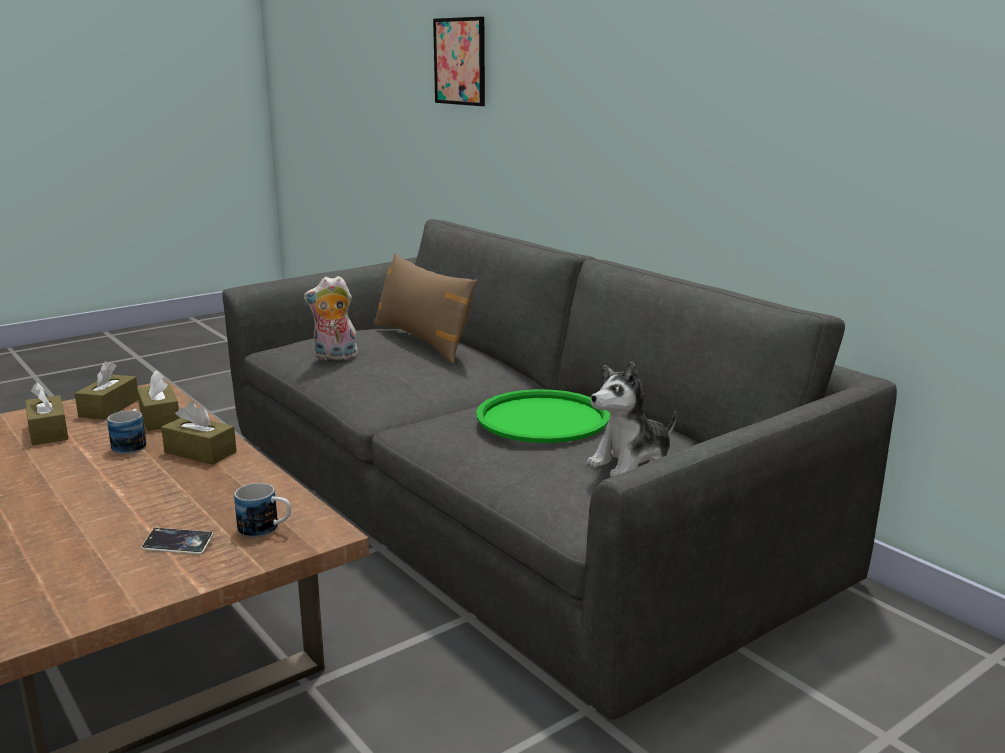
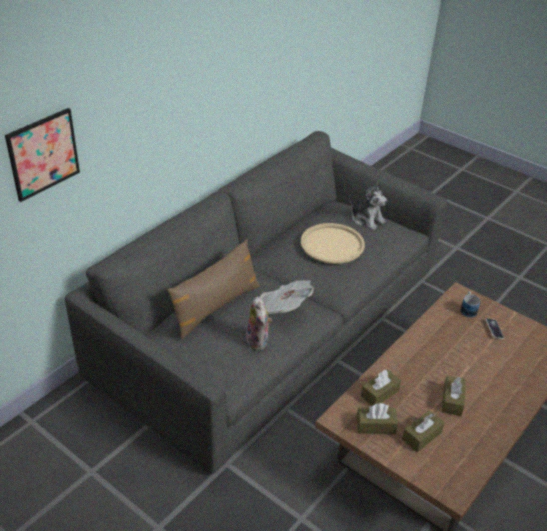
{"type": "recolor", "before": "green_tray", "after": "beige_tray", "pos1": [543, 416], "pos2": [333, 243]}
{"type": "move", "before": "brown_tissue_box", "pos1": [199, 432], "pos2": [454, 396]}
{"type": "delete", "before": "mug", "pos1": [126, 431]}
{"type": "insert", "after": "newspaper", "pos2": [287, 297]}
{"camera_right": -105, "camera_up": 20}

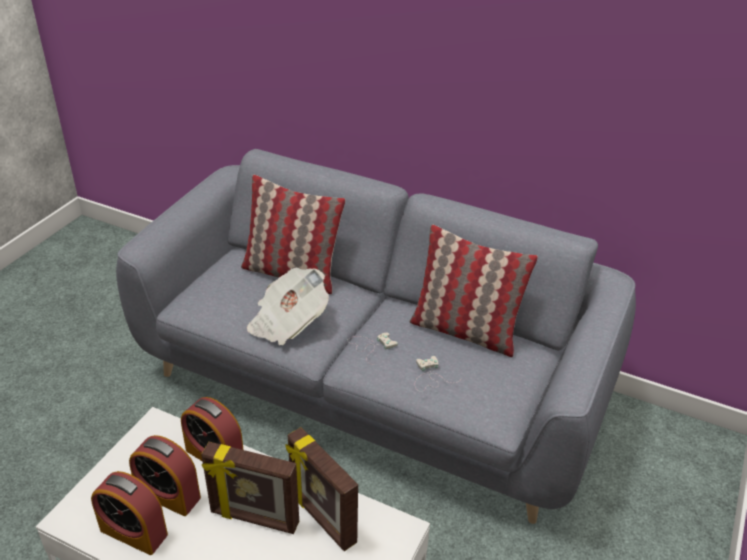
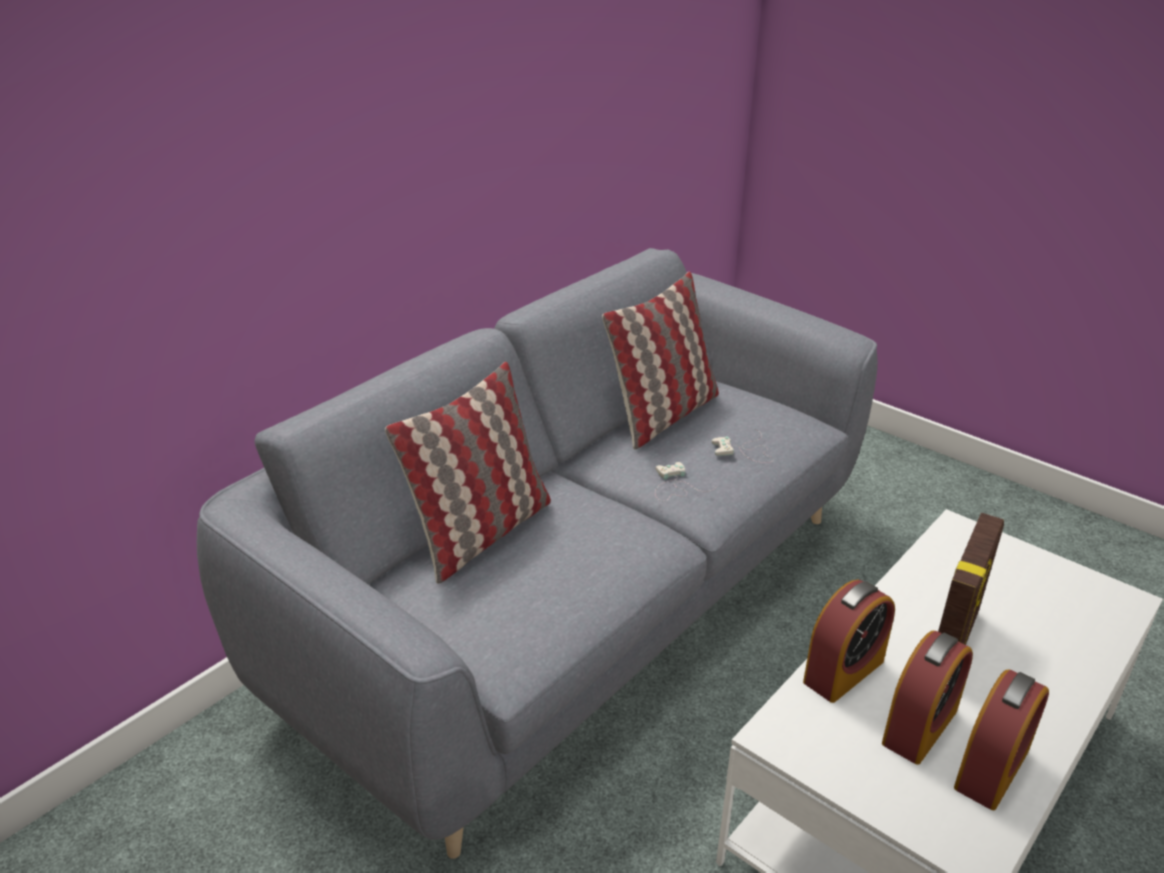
{"type": "delete", "before": "newspaper", "pos1": [288, 306]}
{"type": "delete", "before": "picture_frame", "pos1": [321, 489]}
{"camera_right": -75, "camera_up": -5}

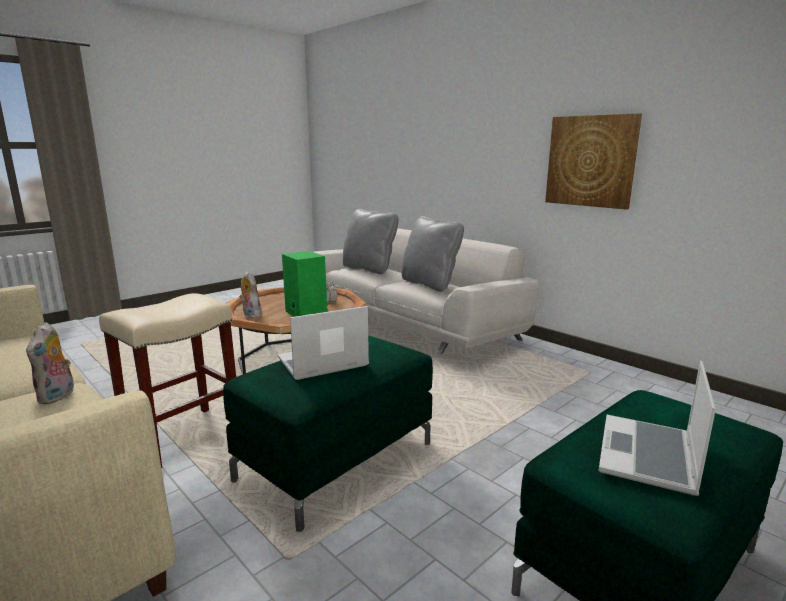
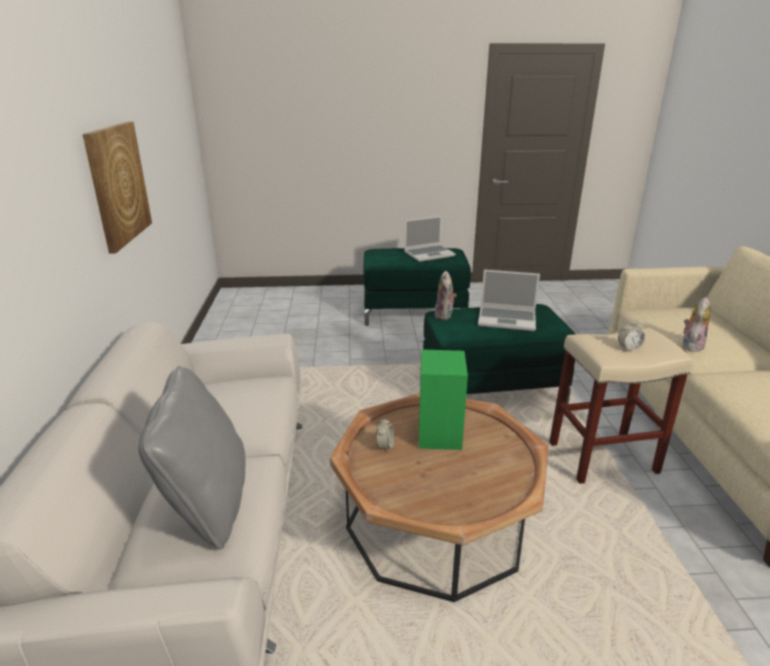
{"type": "delete", "before": "grey_pillow", "pos1": [433, 254]}
{"type": "move", "before": "plush_toy", "pos1": [250, 294], "pos2": [445, 295]}
{"type": "insert", "after": "alarm_clock", "pos2": [631, 335]}
{"camera_right": -140, "camera_up": 10}

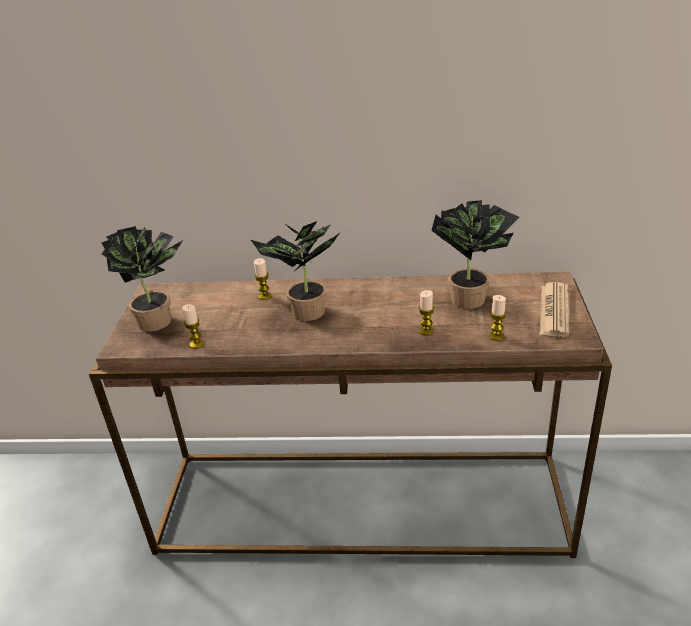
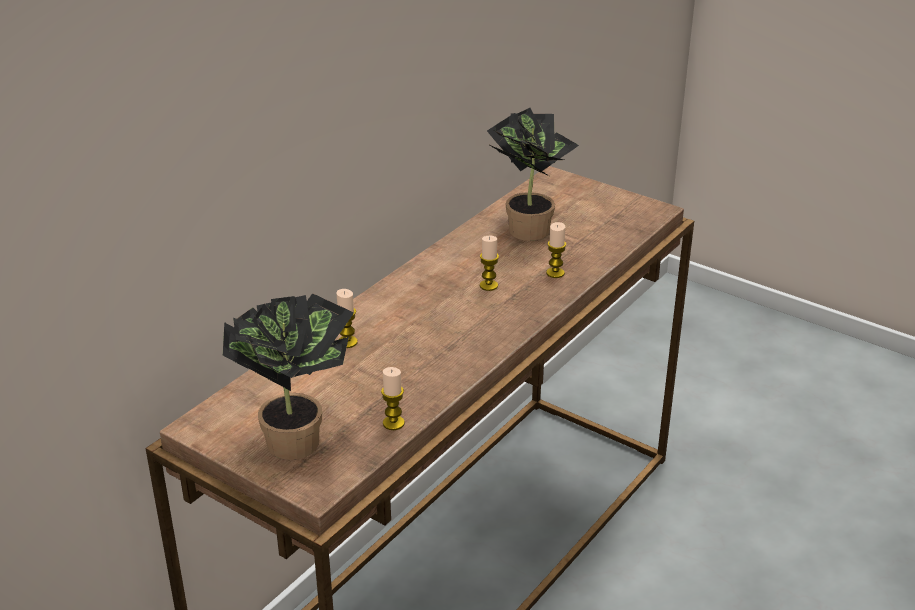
{"type": "delete", "before": "potted_plant", "pos1": [296, 271]}
{"type": "delete", "before": "newspaper", "pos1": [554, 309]}
{"type": "move", "before": "candle", "pos1": [498, 318], "pos2": [489, 263]}
{"camera_right": -60, "camera_up": 0}

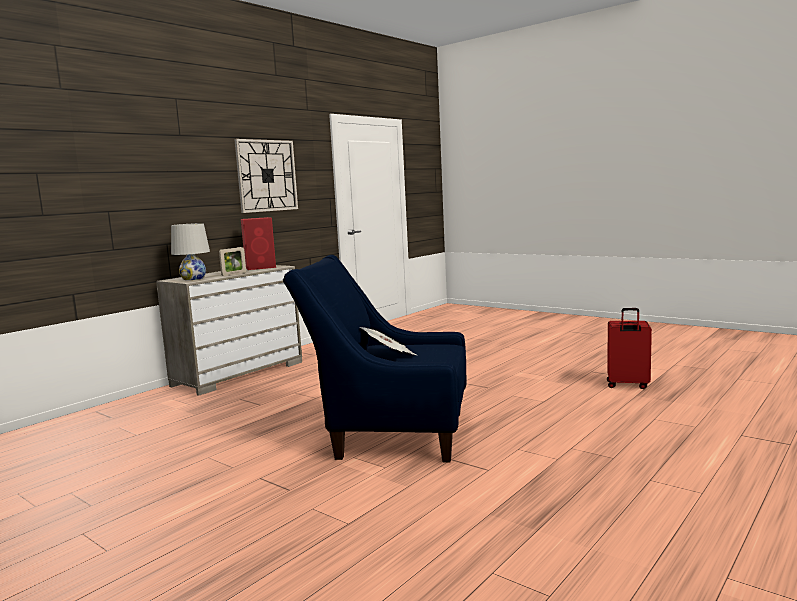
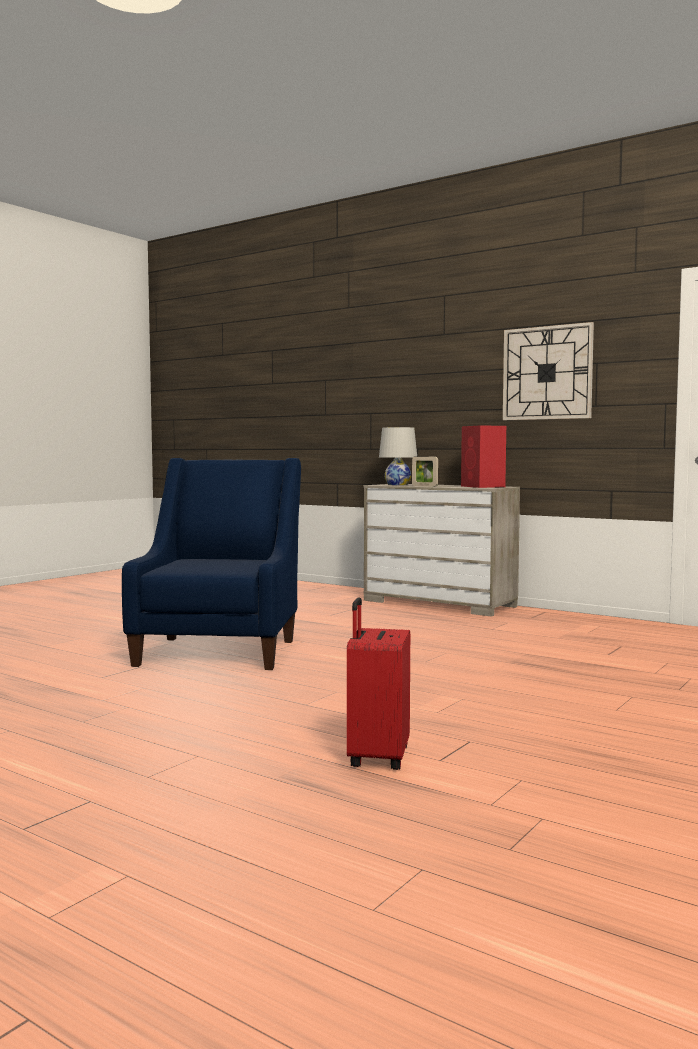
{"type": "delete", "before": "newspaper", "pos1": [387, 341]}
{"camera_right": 85, "camera_up": -5}

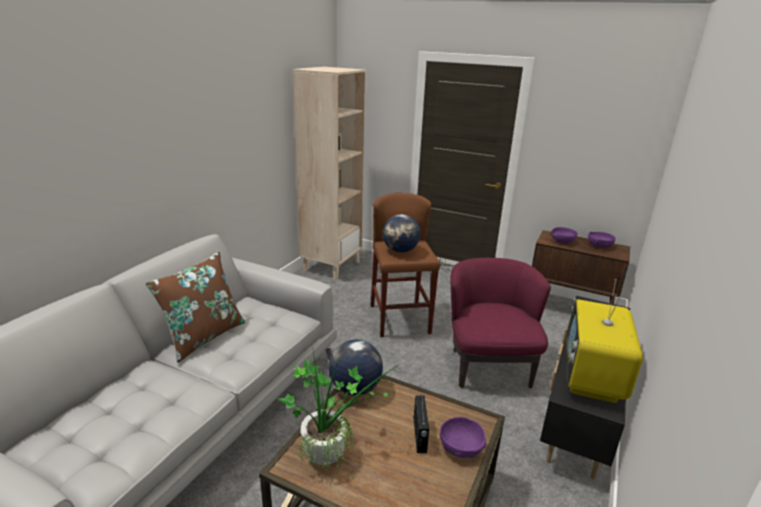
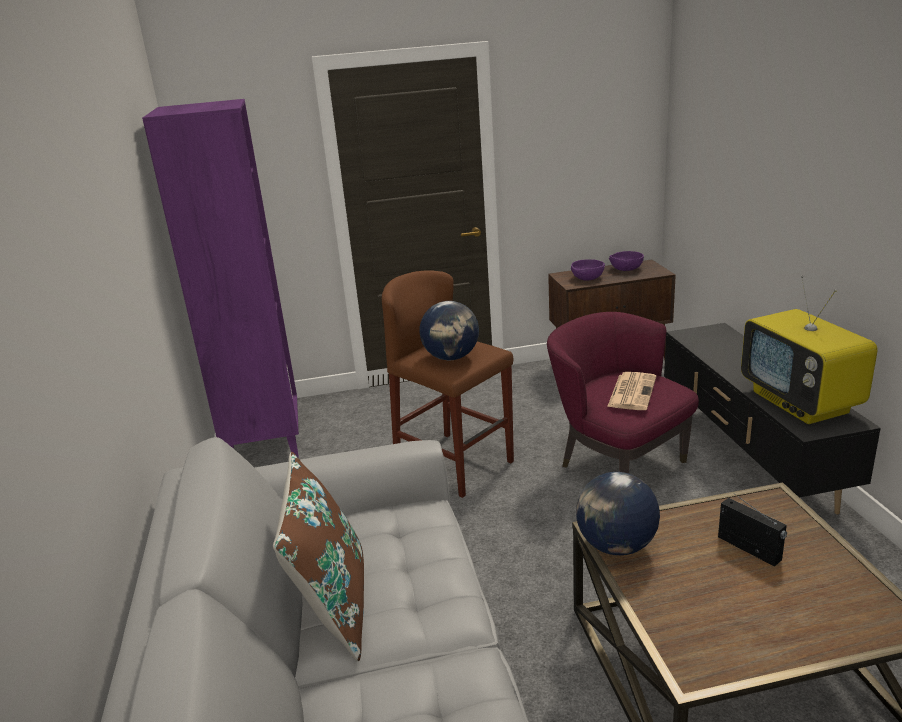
{"type": "recolor", "before": "beige_bookcase", "after": "purple_bookcase", "pos1": [329, 173], "pos2": [220, 278]}
{"type": "delete", "before": "potted_plant", "pos1": [339, 412]}
{"type": "delete", "before": "purple_bowl", "pos1": [463, 437]}
{"type": "insert", "after": "newspaper", "pos2": [631, 391]}
{"camera_right": -35, "camera_up": 0}

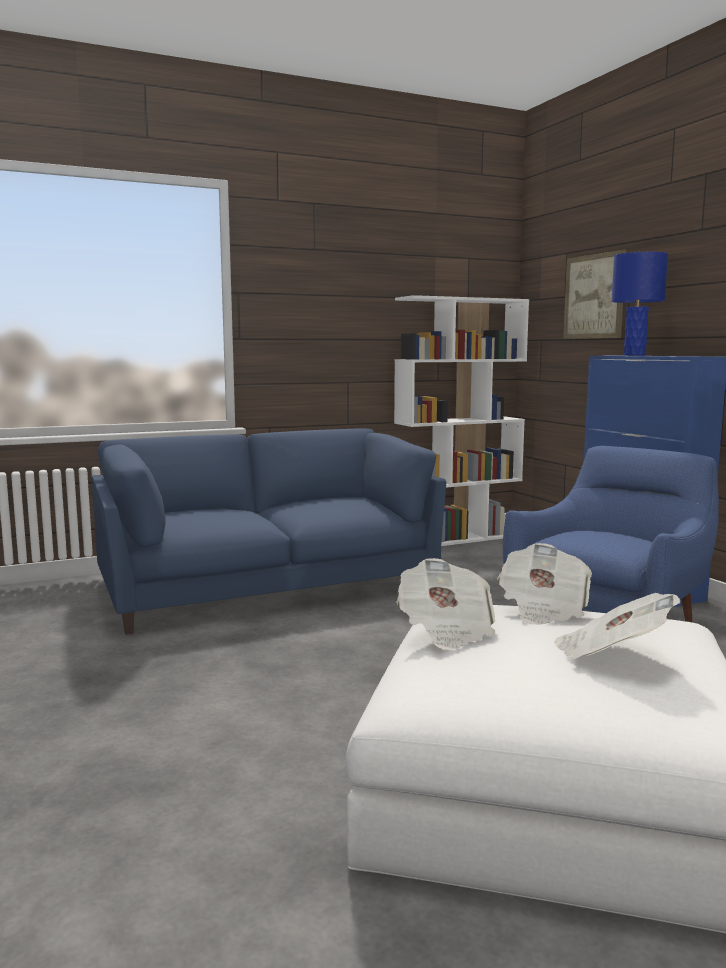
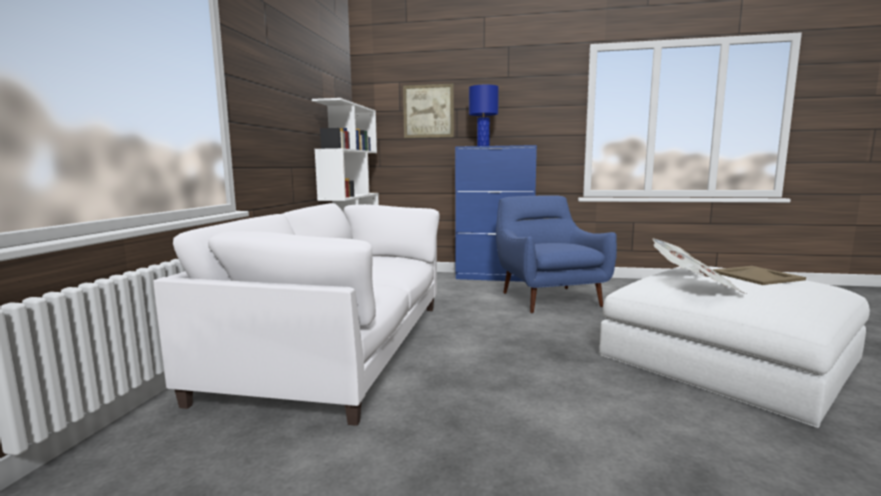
{"type": "recolor", "before": "blue_sofa", "after": "white_sofa", "pos1": [269, 531], "pos2": [296, 314]}
{"type": "replace", "before": "newspaper", "after": "beige_tray", "pos1": [617, 626], "pos2": [759, 275]}
{"camera_right": -55, "camera_up": 0}

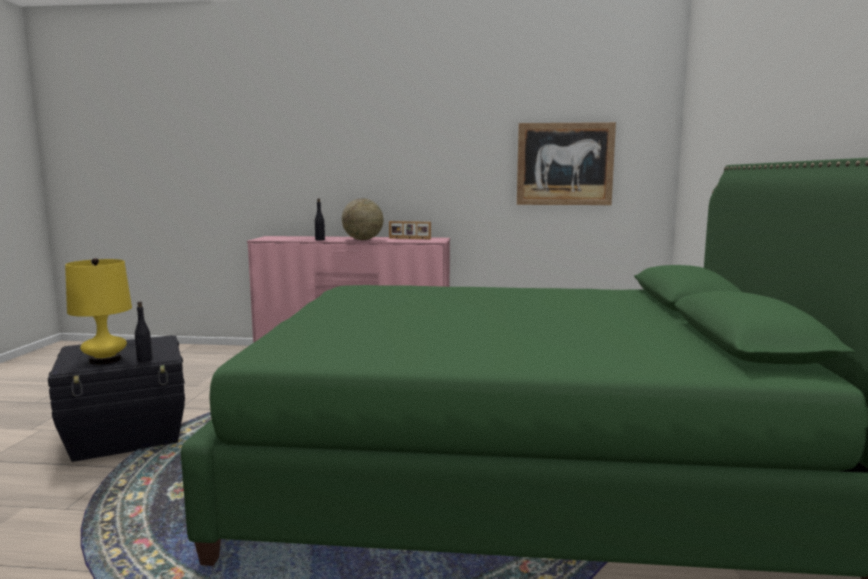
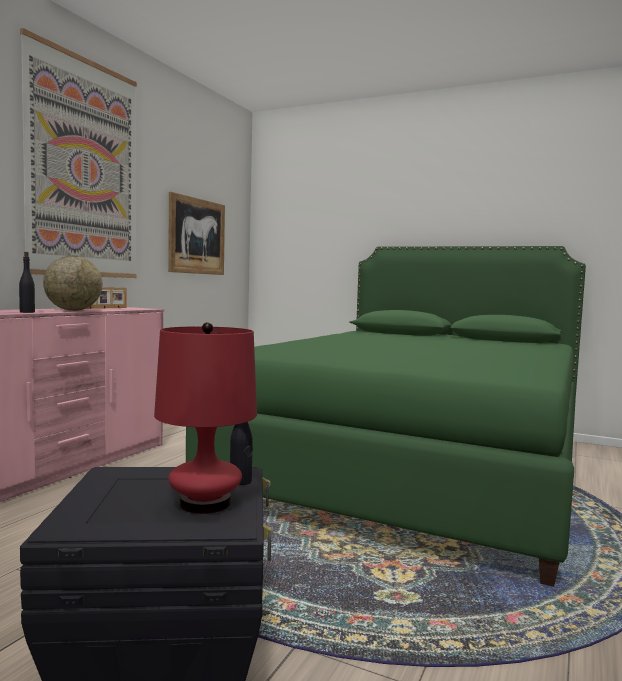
{"type": "recolor", "before": "yellow_table_lamp", "after": "red_table_lamp", "pos1": [98, 311], "pos2": [205, 418]}
{"type": "insert", "after": "picture", "pos2": [78, 153]}
{"camera_right": -70, "camera_up": -5}

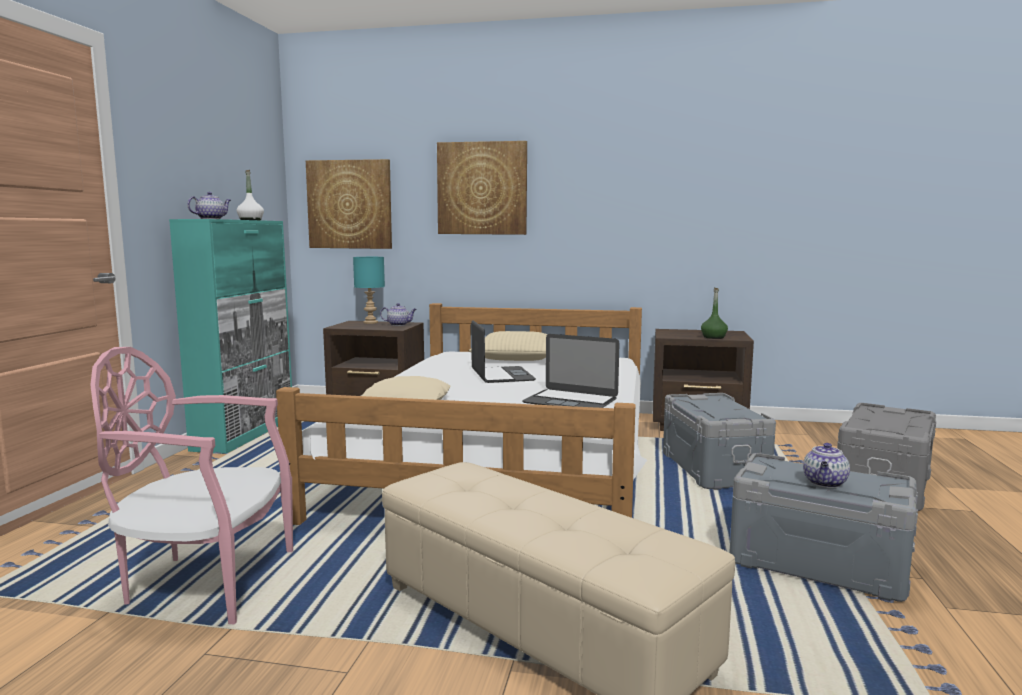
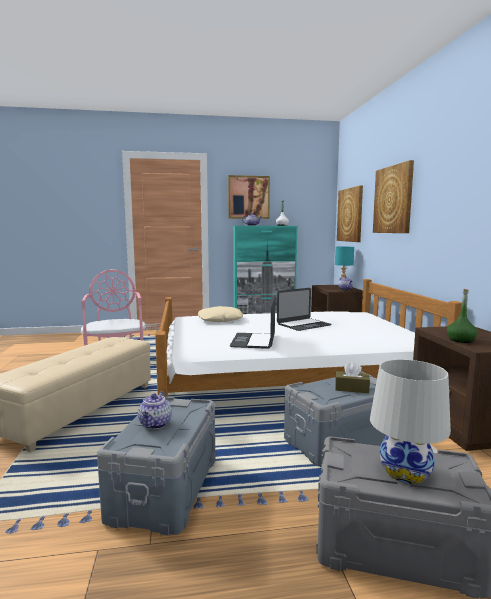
{"type": "delete", "before": "beige_pillow", "pos1": [508, 346]}
{"type": "rotate", "before": "teapot", "pos1": [826, 465], "pos2": [155, 410], "turn": -90}
{"type": "insert", "after": "picture", "pos2": [249, 197]}
{"type": "insert", "after": "white_table_lamp", "pos2": [410, 421]}
{"type": "insert", "after": "brown_tissue_box", "pos2": [352, 377]}
{"camera_right": 70, "camera_up": 0}

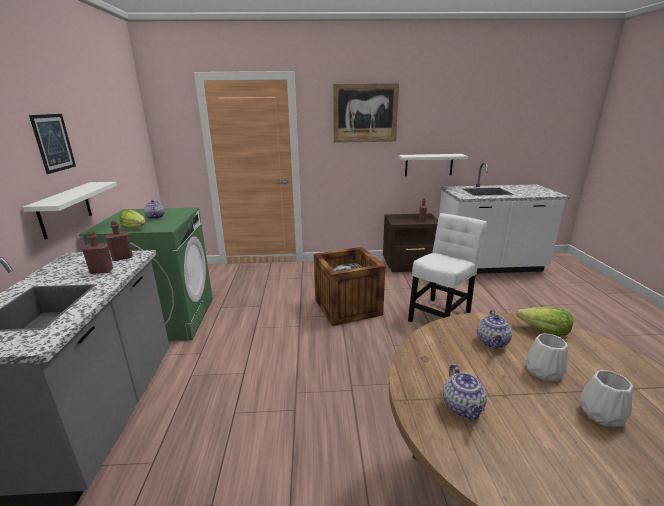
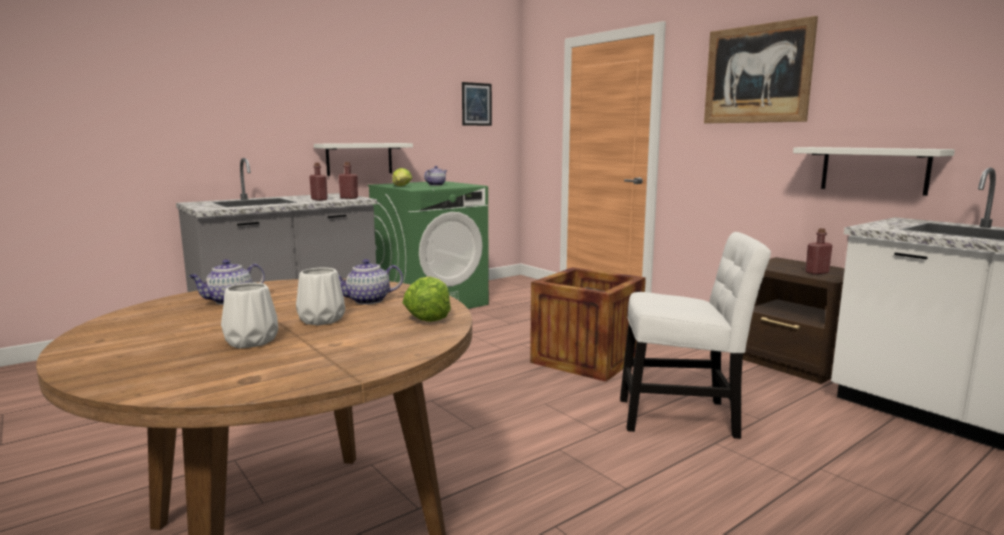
{"type": "move", "before": "picture", "pos1": [52, 144], "pos2": [477, 104]}
{"camera_right": 55, "camera_up": -10}

